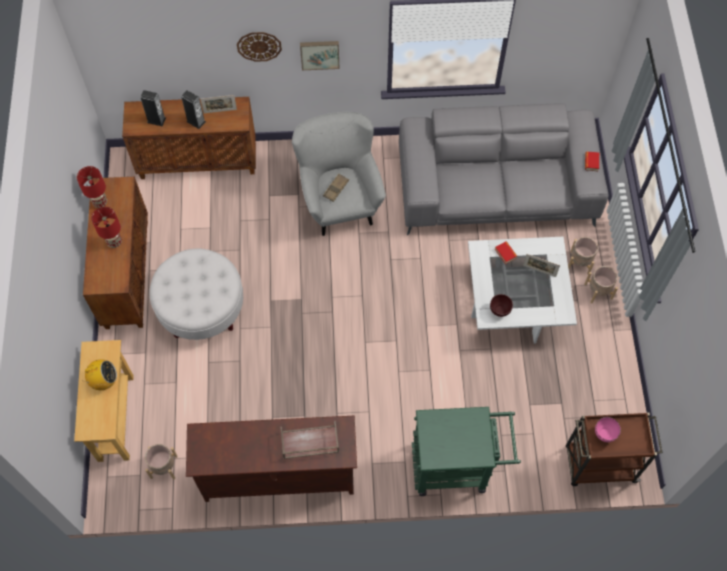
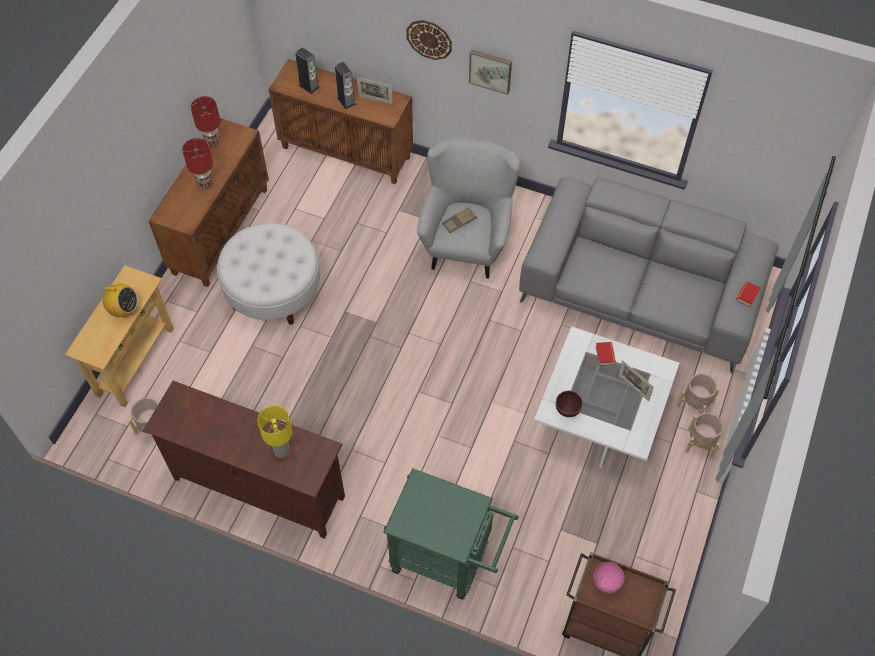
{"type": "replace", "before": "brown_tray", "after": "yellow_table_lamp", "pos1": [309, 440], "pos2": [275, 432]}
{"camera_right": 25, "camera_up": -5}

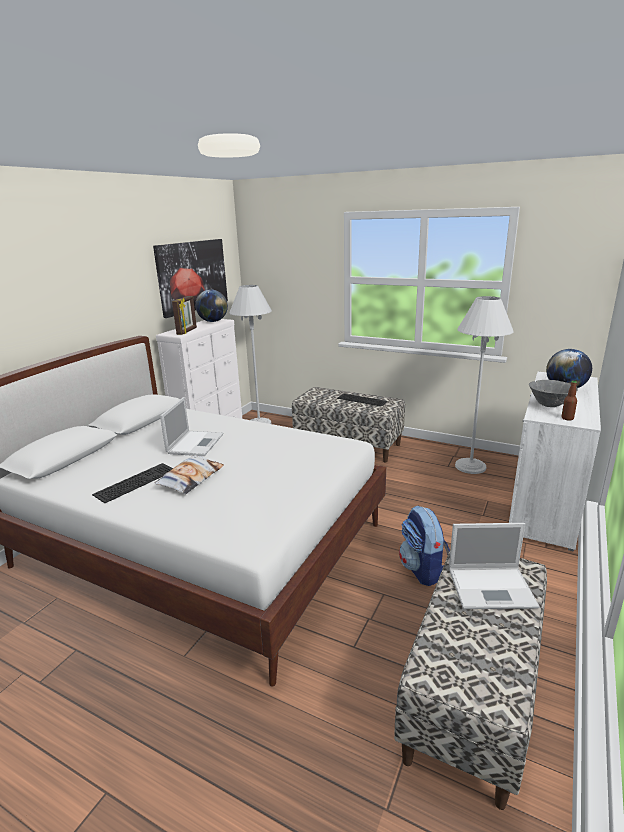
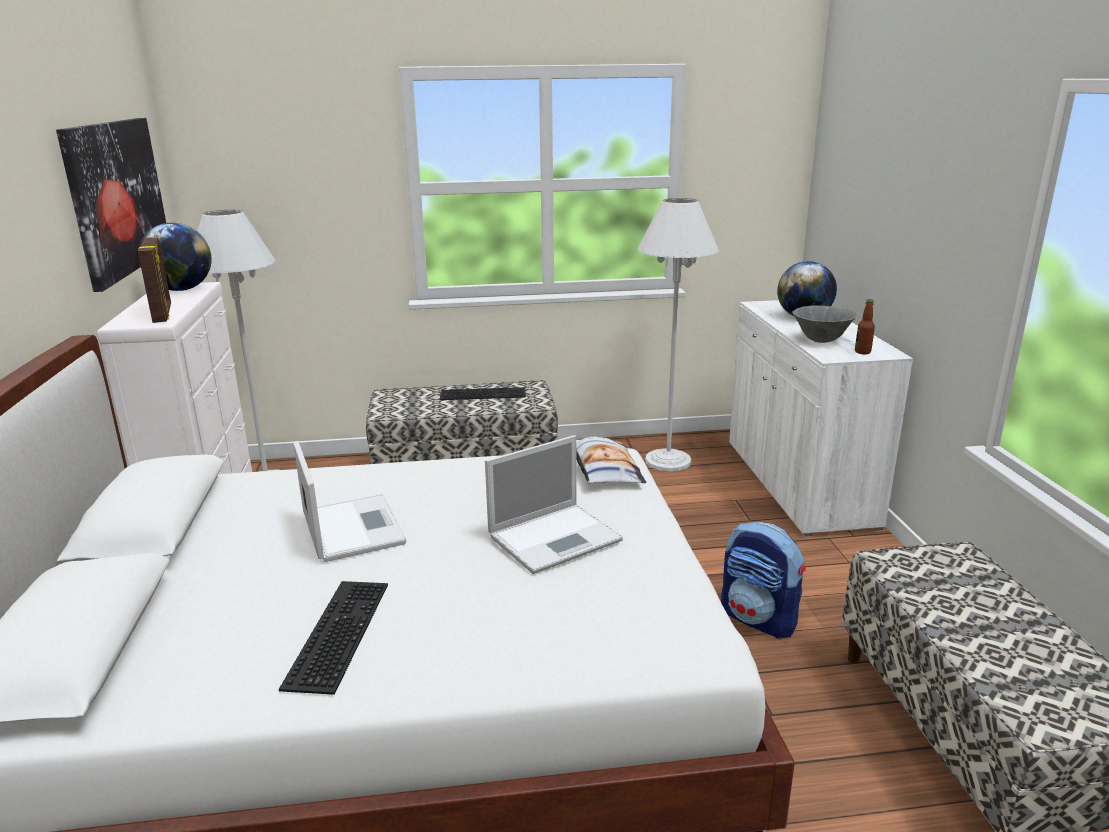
{"type": "move", "before": "pillow", "pos1": [189, 474], "pos2": [611, 459]}
{"type": "move", "before": "laptop", "pos1": [494, 566], "pos2": [554, 504]}
{"camera_right": -35, "camera_up": 0}

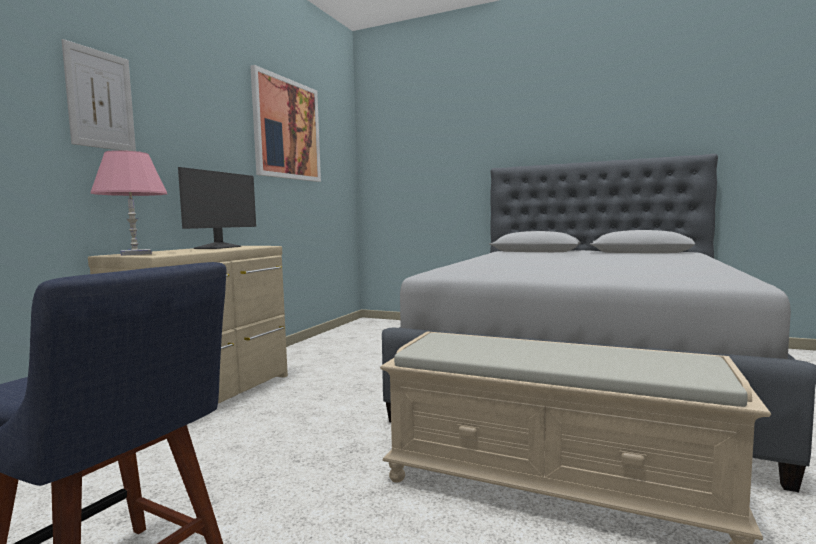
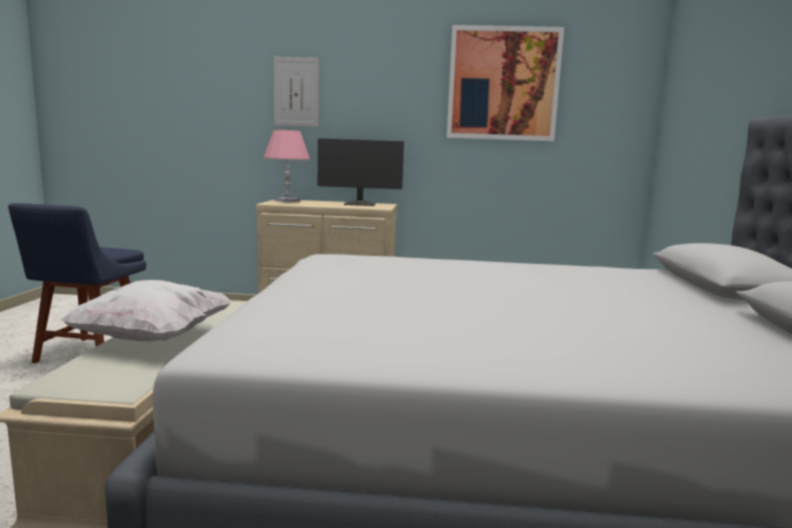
{"type": "insert", "after": "white_pillow", "pos2": [146, 311]}
{"camera_right": 70, "camera_up": 5}

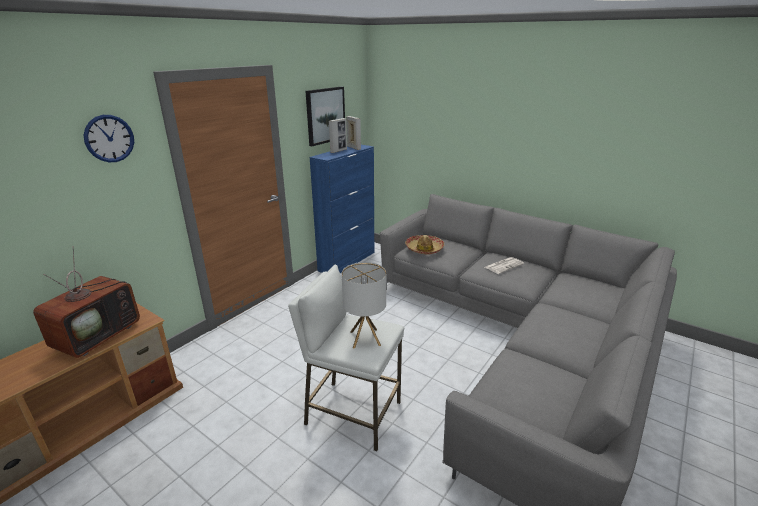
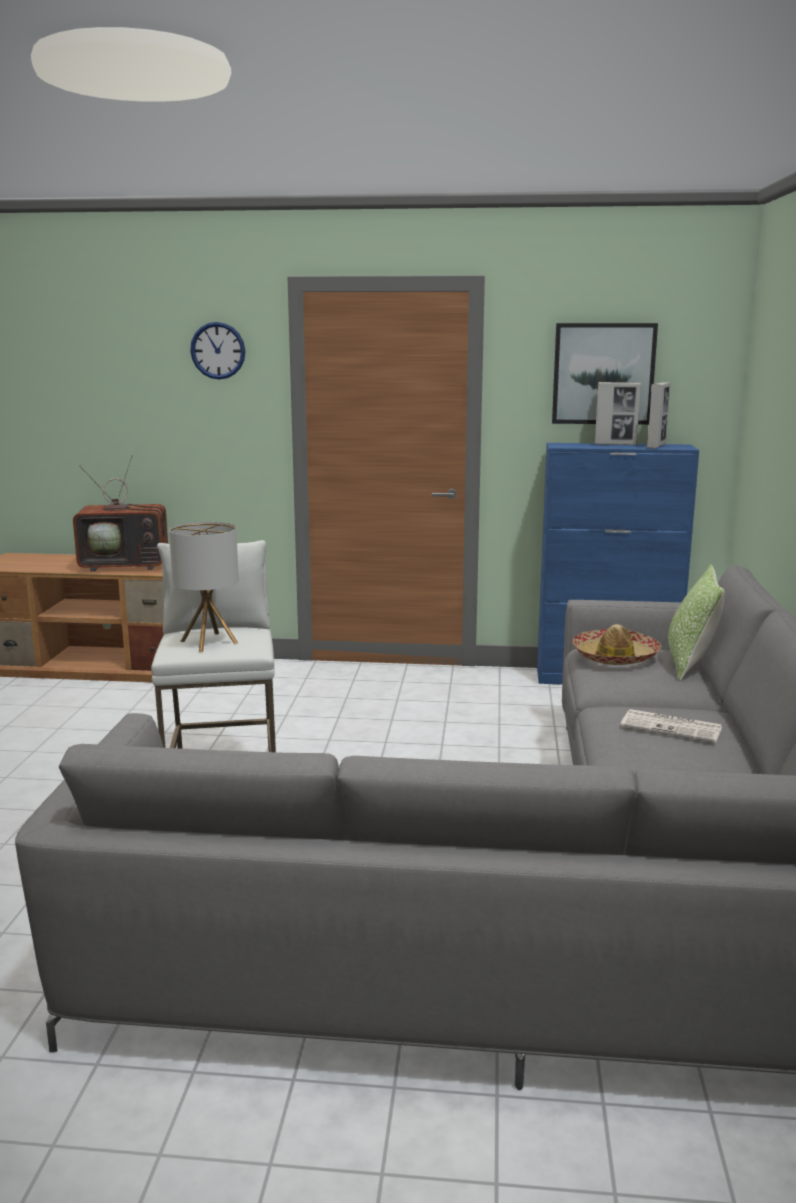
{"type": "insert", "after": "pillow", "pos2": [696, 622]}
{"camera_right": 60, "camera_up": -10}

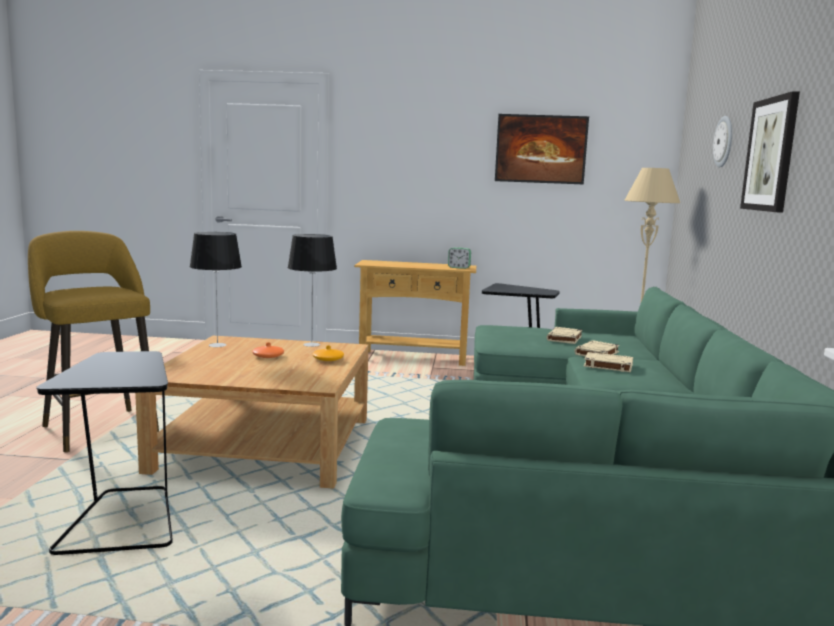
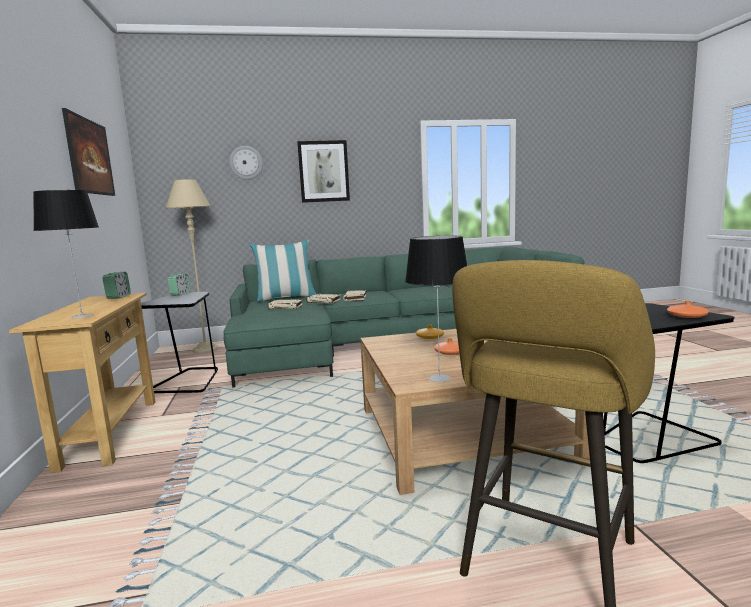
{"type": "move", "before": "table_lamp", "pos1": [312, 290], "pos2": [66, 254]}
{"type": "insert", "after": "pillow", "pos2": [282, 271]}
{"type": "insert", "after": "alarm_clock", "pos2": [179, 285]}
{"type": "insert", "after": "orange_vase", "pos2": [688, 309]}
{"camera_right": -105, "camera_up": 0}

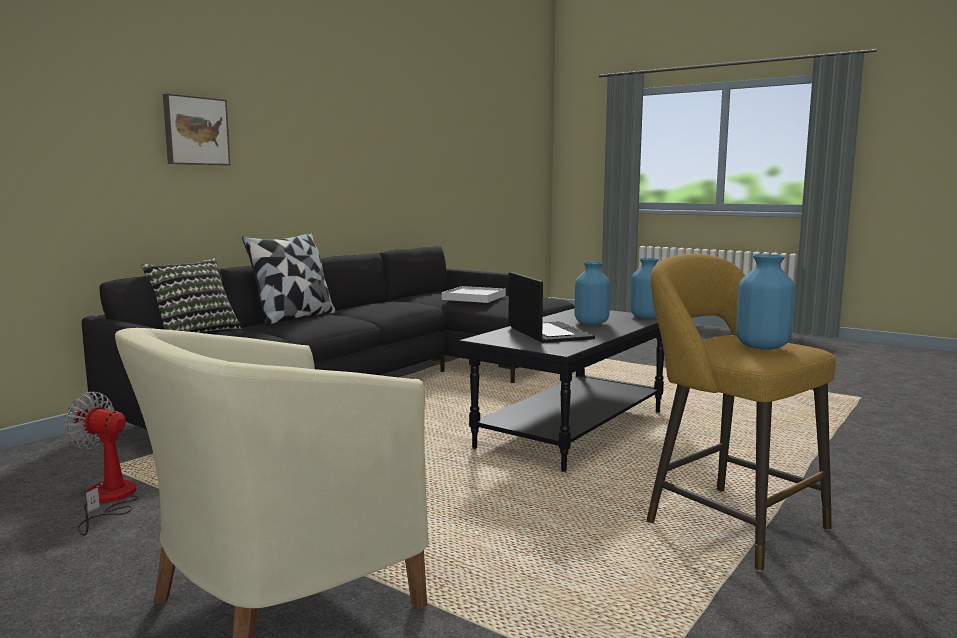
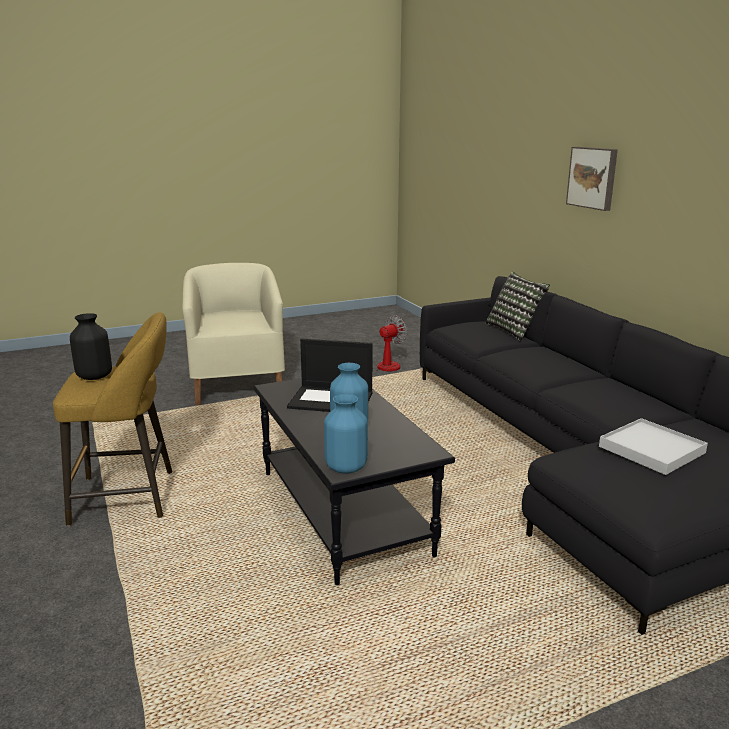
{"type": "delete", "before": "pillow", "pos1": [289, 279]}
{"type": "recolor", "before": "blue_vase", "after": "black_vase", "pos1": [765, 301], "pos2": [91, 346]}
{"camera_right": 120, "camera_up": 10}

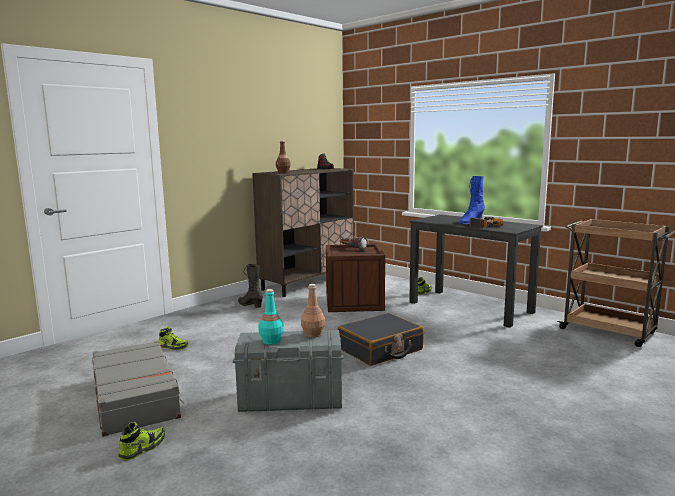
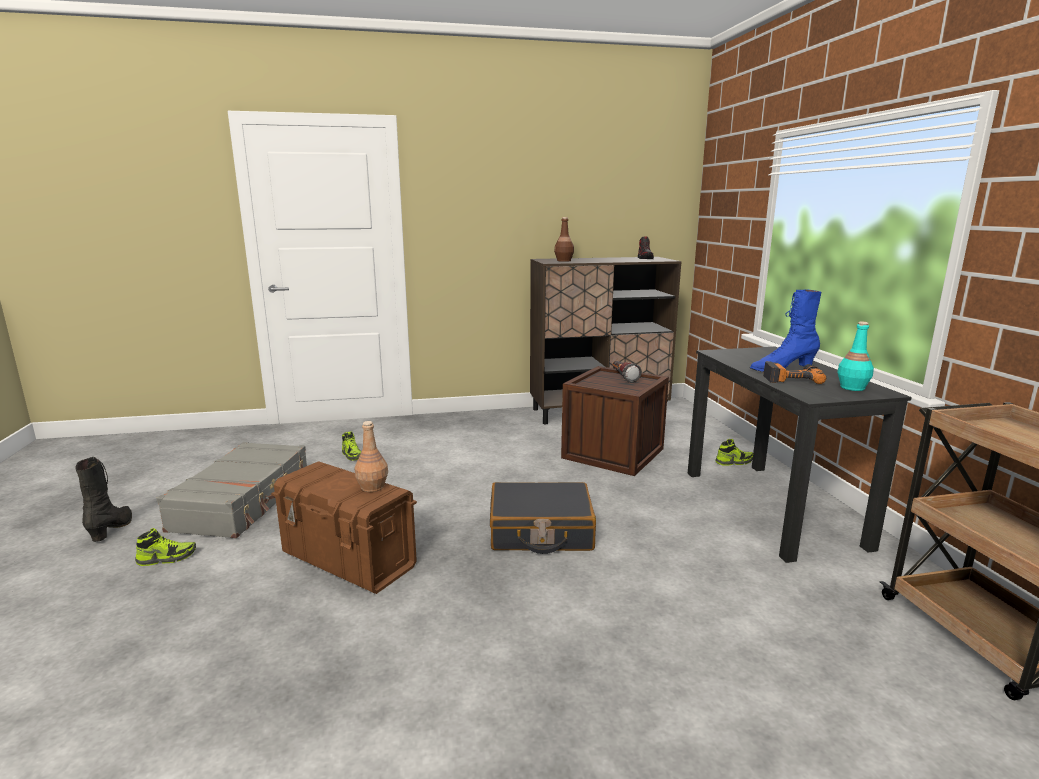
{"type": "move", "before": "black_boot", "pos1": [250, 286], "pos2": [103, 499]}
{"type": "move", "before": "turquoise_bottle", "pos1": [271, 317], "pos2": [855, 356]}
{"type": "recolor", "before": "grey_storage_box", "after": "brown_storage_box", "pos1": [288, 371], "pos2": [344, 527]}
{"camera_right": 35, "camera_up": 5}

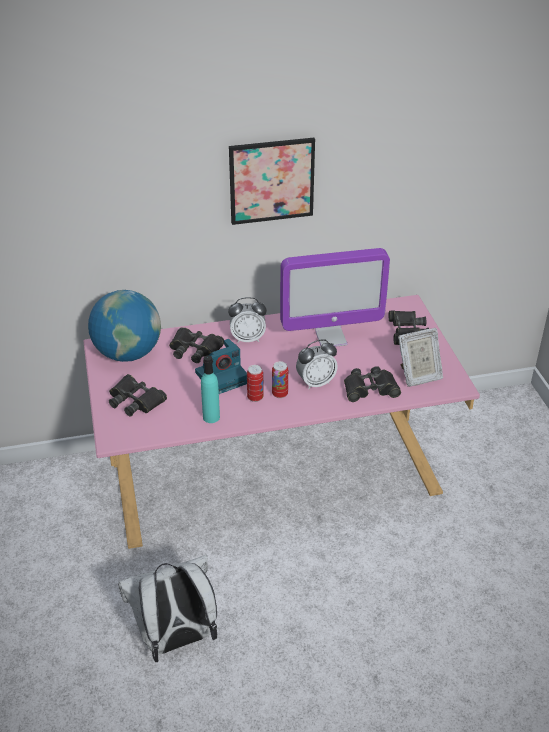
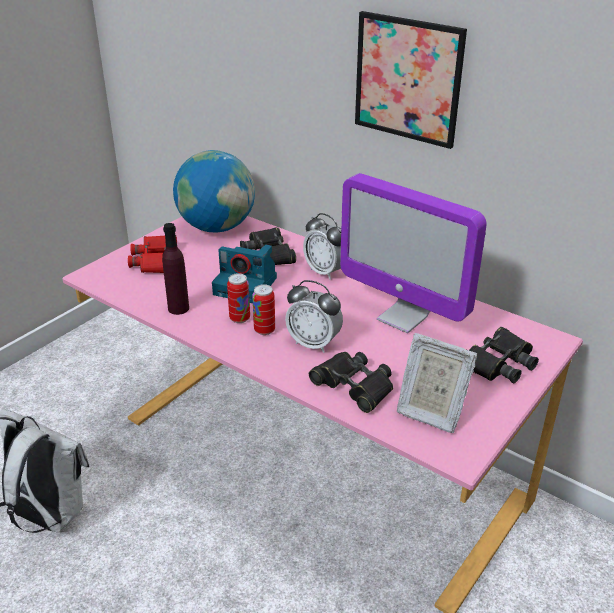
{"type": "recolor", "before": "turquoise_bottle", "after": "purple_bottle", "pos1": [210, 389], "pos2": [175, 269]}
{"type": "recolor", "before": "black_binoculars", "after": "red_binoculars", "pos1": [138, 395], "pos2": [152, 254]}
{"camera_right": 50, "camera_up": -5}

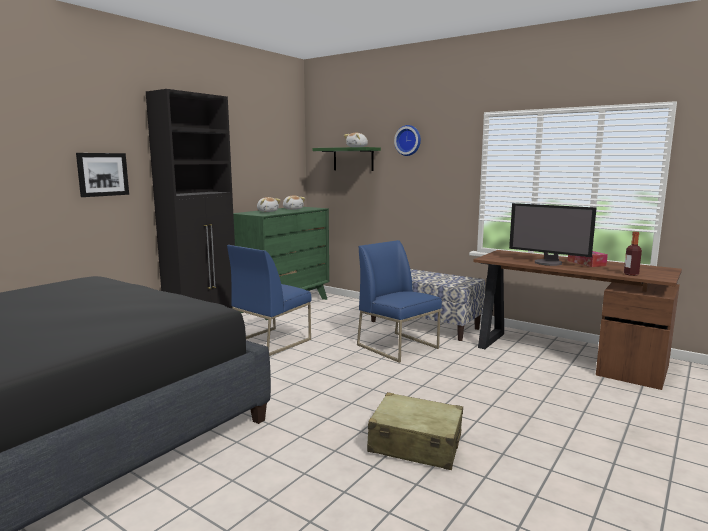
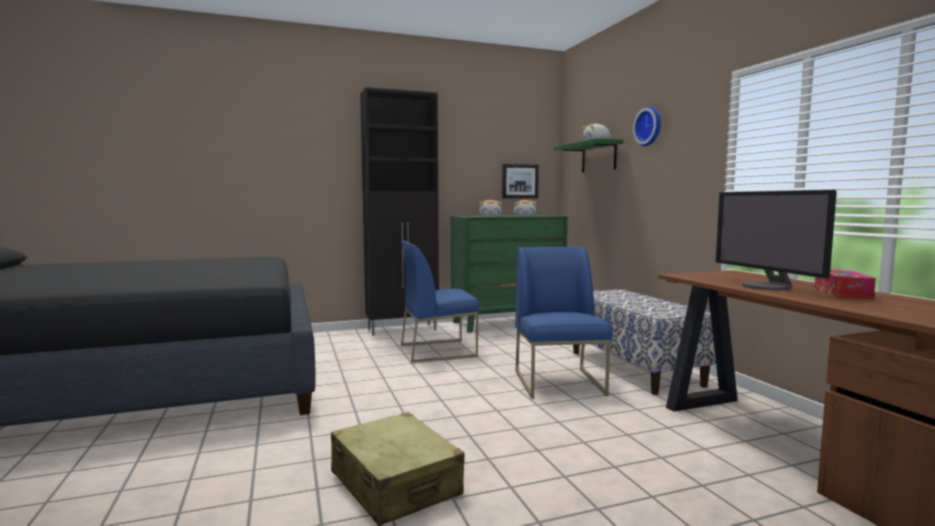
{"type": "move", "before": "picture", "pos1": [102, 175], "pos2": [520, 181]}
{"type": "delete", "before": "bottle", "pos1": [633, 254]}
{"camera_right": 35, "camera_up": -5}

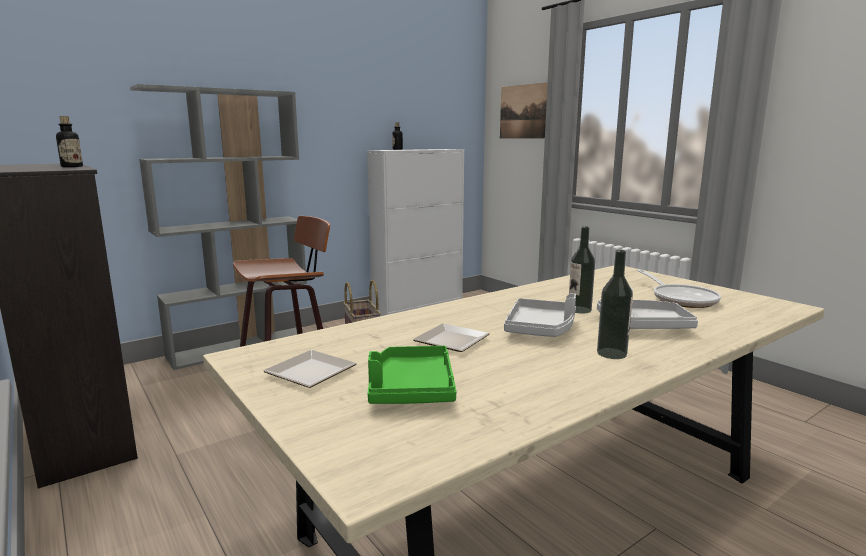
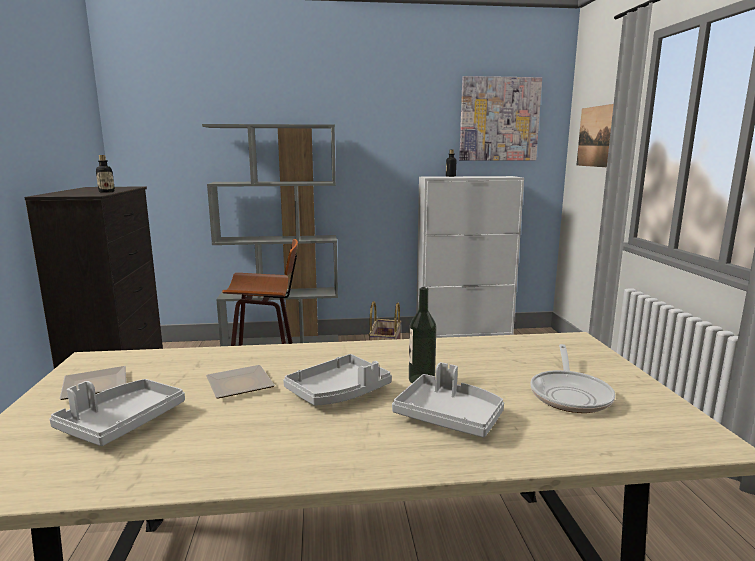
{"type": "delete", "before": "bottle", "pos1": [615, 304]}
{"type": "recolor", "before": "green_tray", "after": "grey_tray", "pos1": [412, 375], "pos2": [117, 412]}
{"type": "insert", "after": "picture", "pos2": [500, 118]}
{"camera_right": 30, "camera_up": 0}

